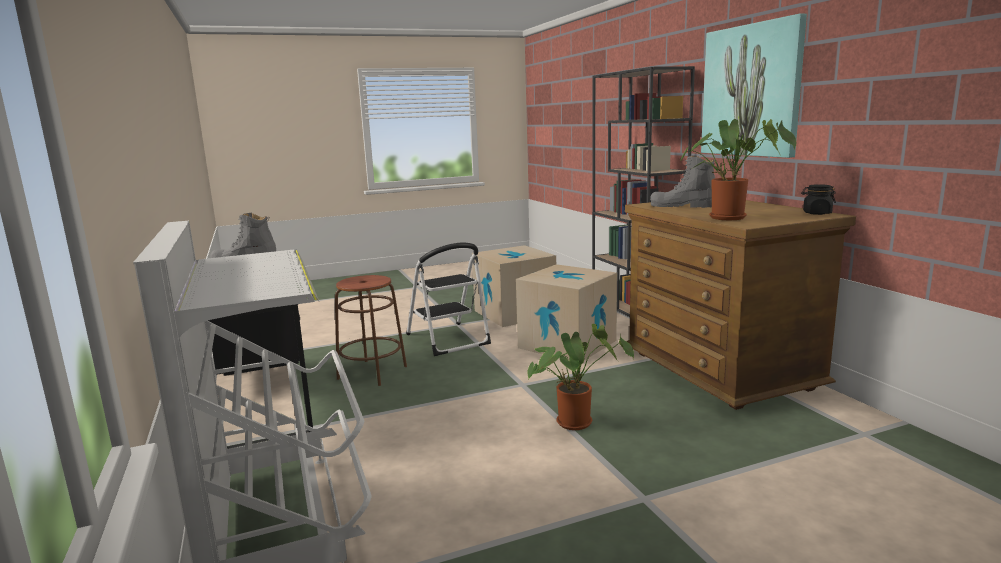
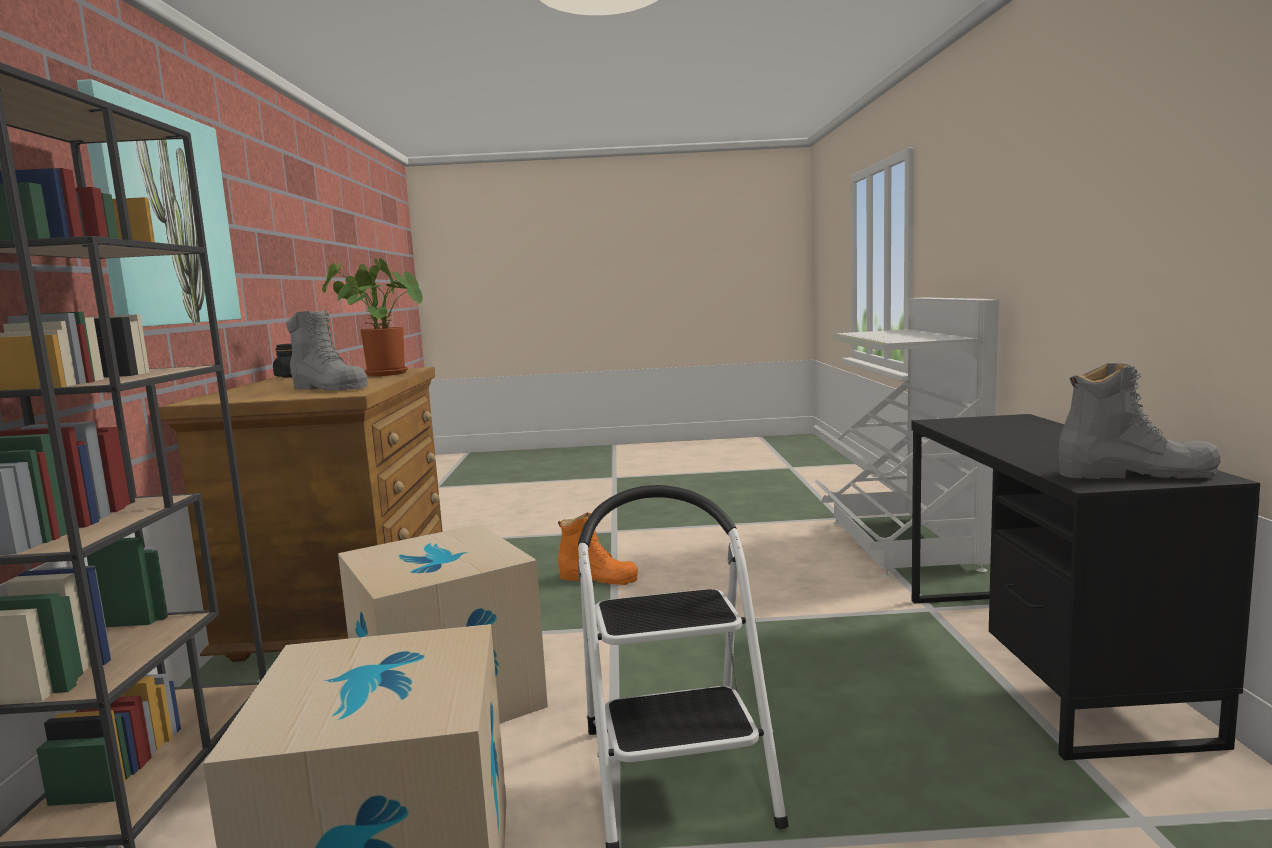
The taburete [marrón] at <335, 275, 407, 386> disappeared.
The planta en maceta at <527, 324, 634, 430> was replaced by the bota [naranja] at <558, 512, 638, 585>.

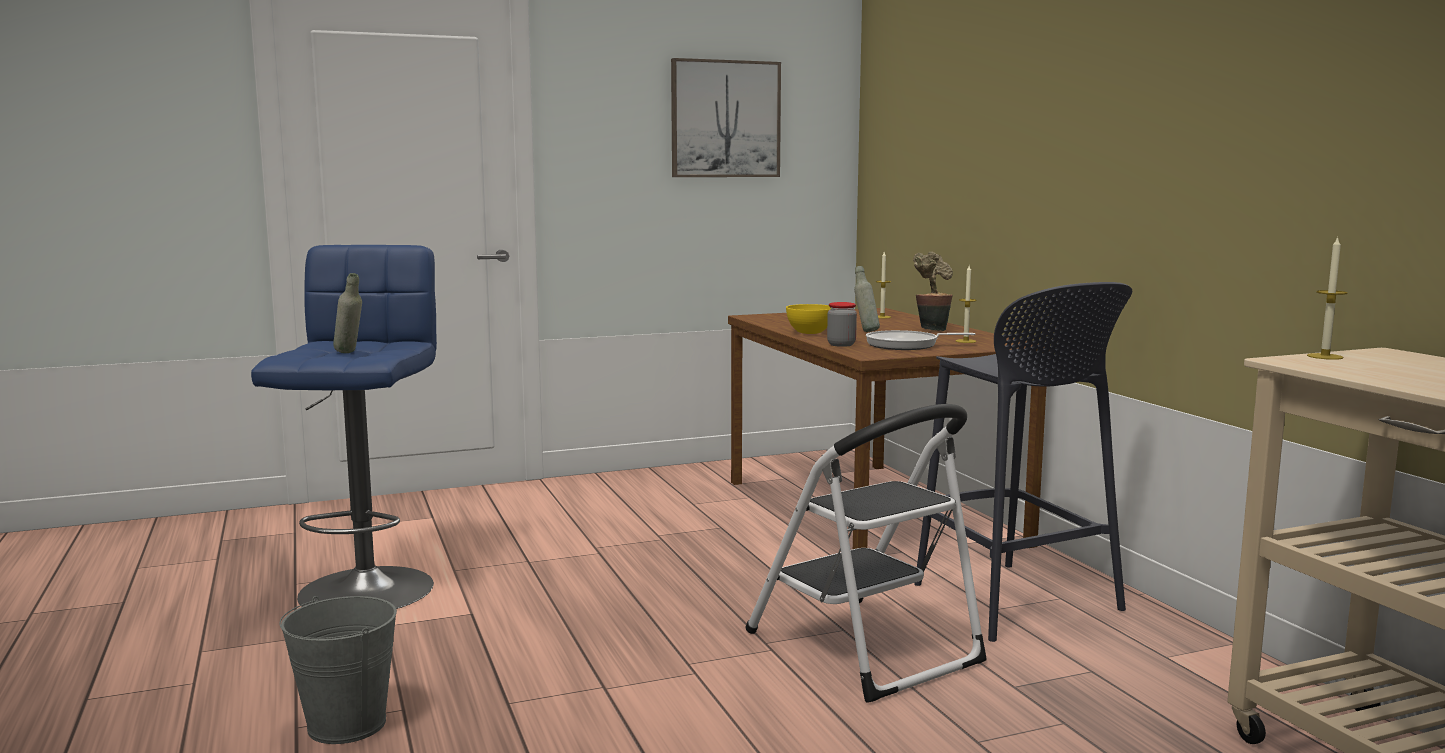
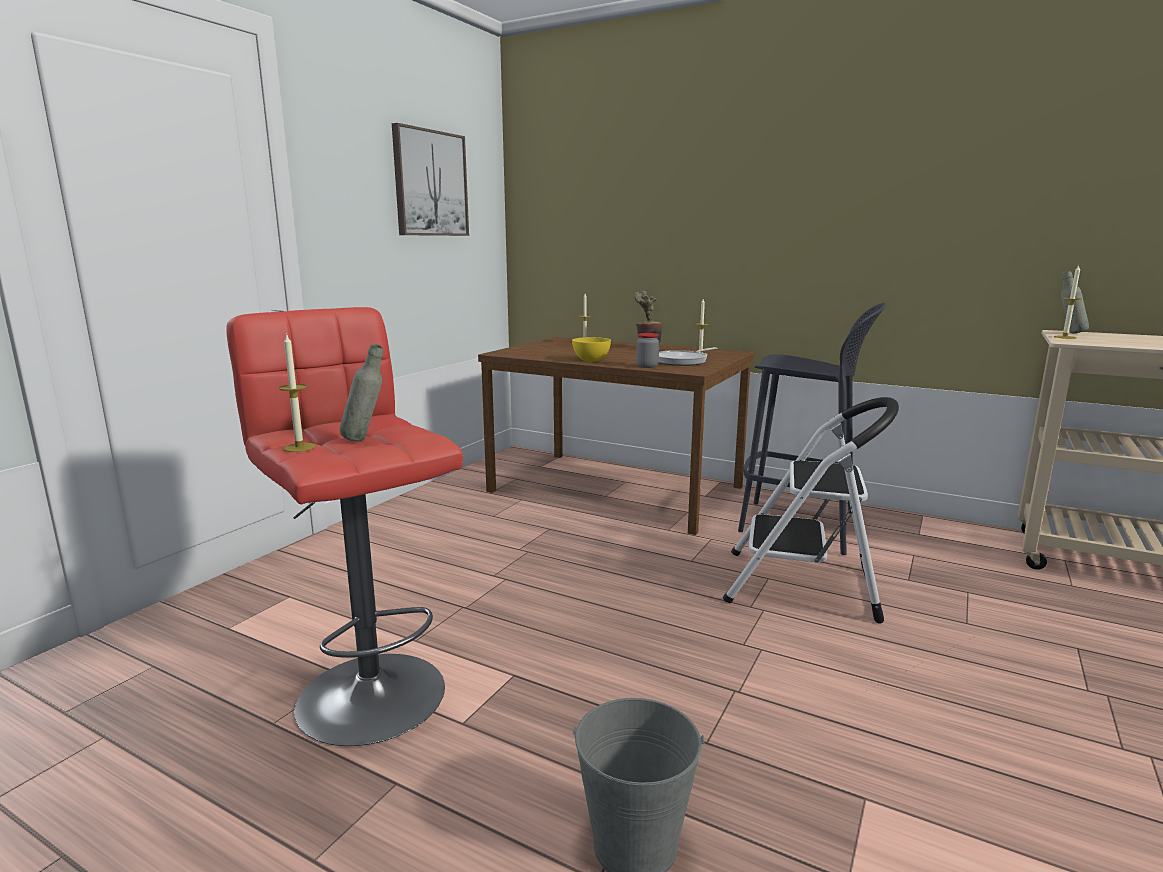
The taburete [azul] at <251, 245, 437, 609> became the taburete [rojo] at <226, 307, 463, 746>.
The botella [gris] moved from <854, 266, 880, 332> to <1061, 271, 1089, 334>.
The vela at <279, 333, 316, 452> appeared.

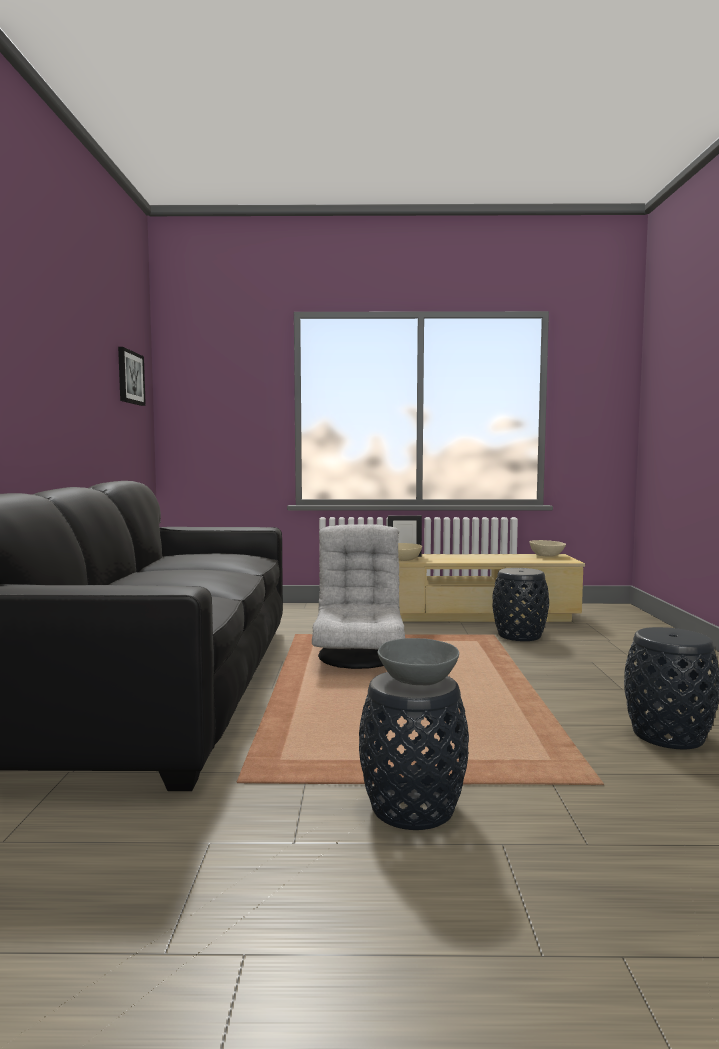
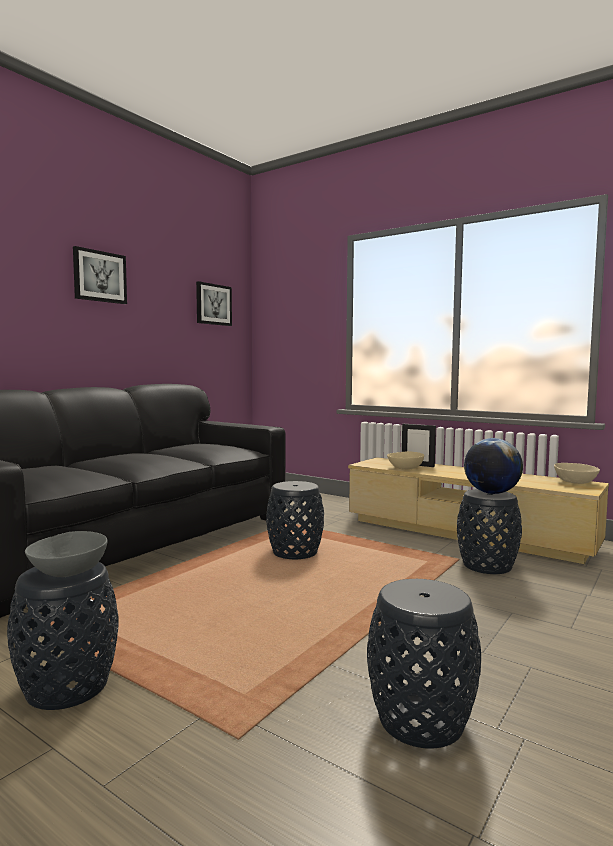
The sillón [gris] at <312, 524, 405, 669> was replaced by the taburete [negro] at <266, 481, 324, 559>.
The cuadro at <73, 246, 127, 304> appeared.
The globo terráqueo at <464, 438, 523, 494> appeared.

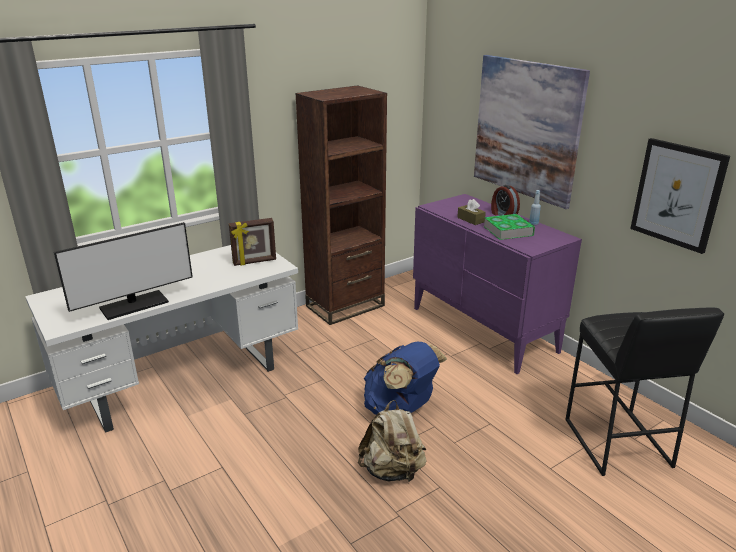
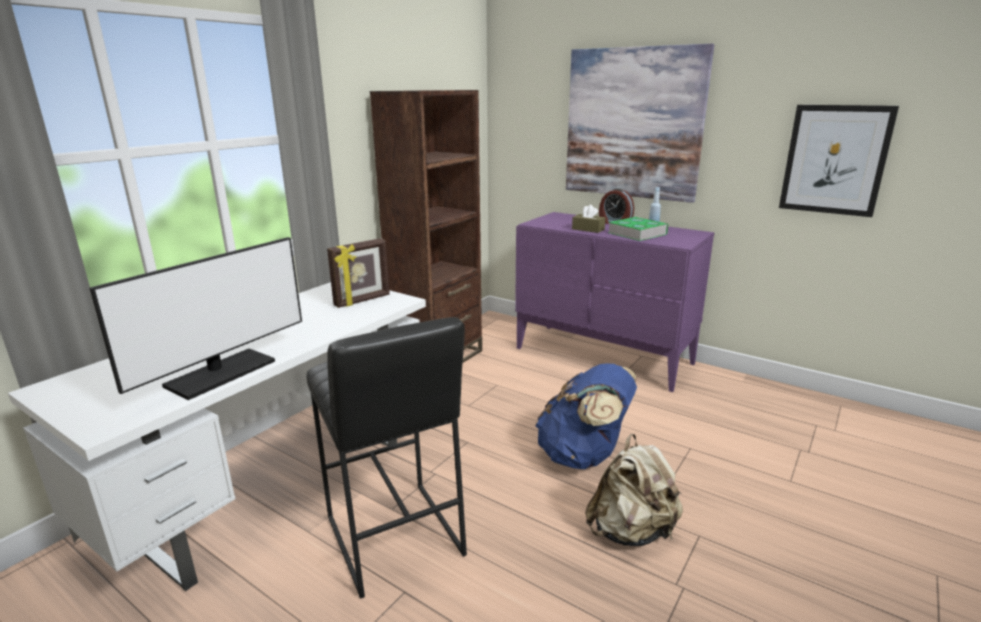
The taburete [negro] moved from <565, 308, 724, 476> to <306, 317, 467, 599>.

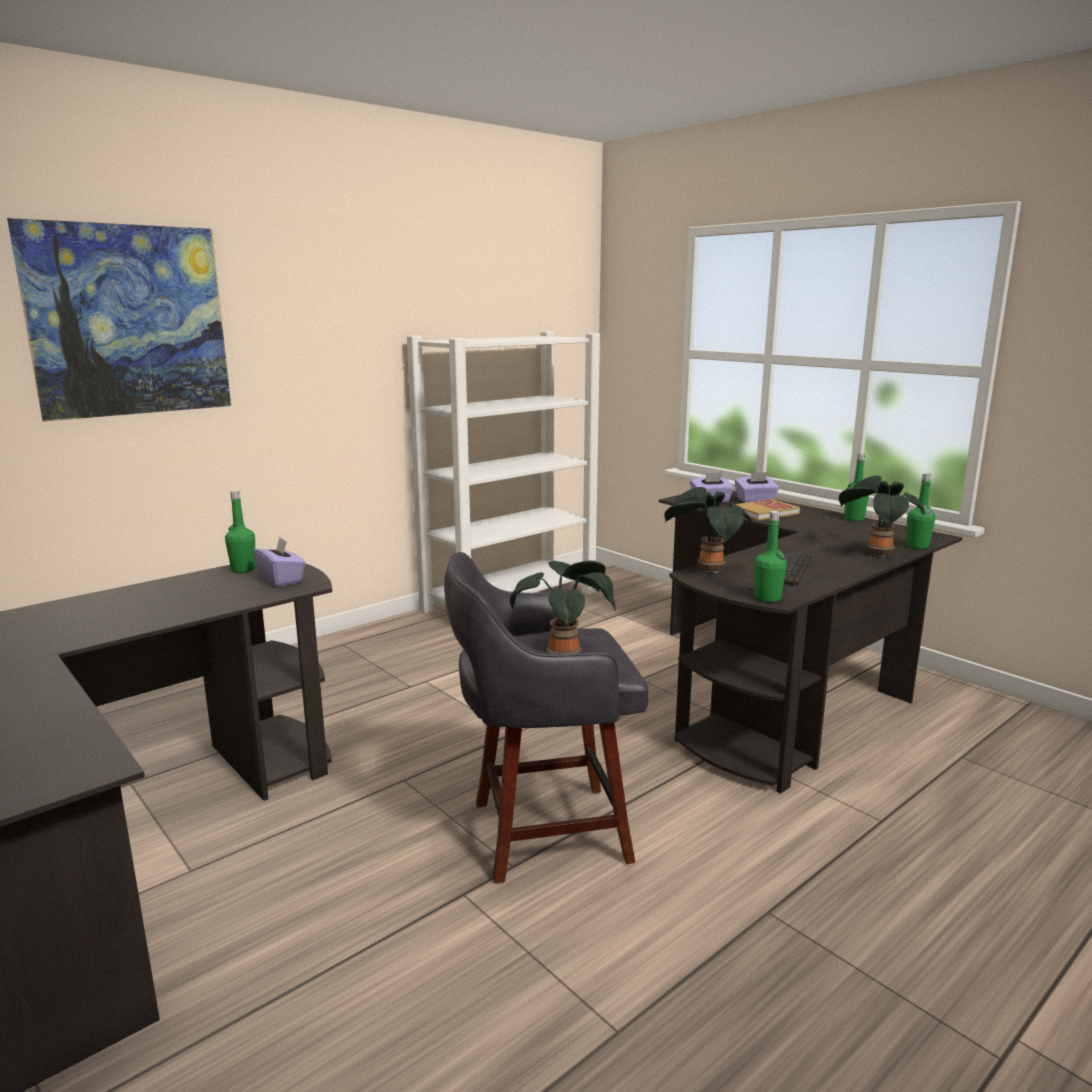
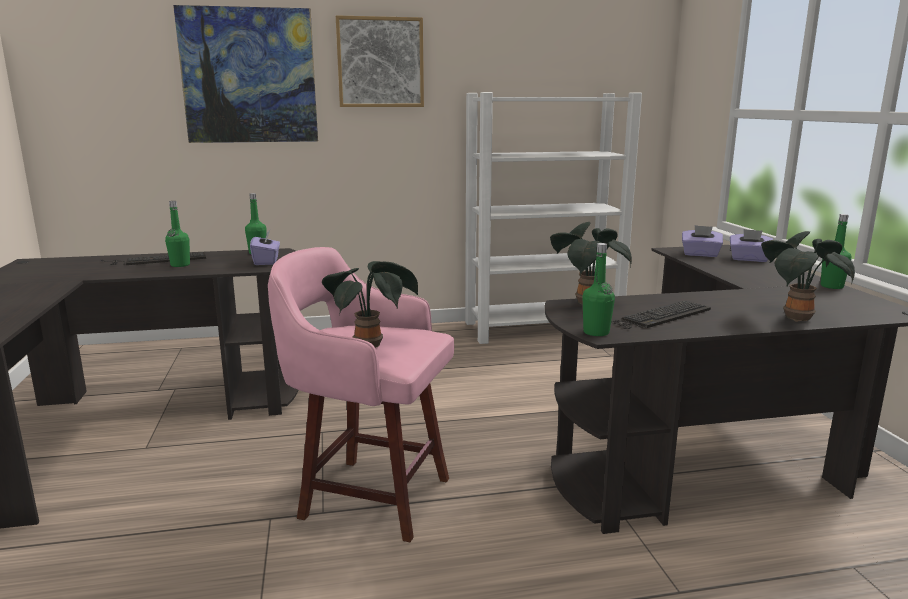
The taburete [gris] at <444, 552, 648, 883> became the taburete [rosa] at <268, 247, 454, 542>.
The libro at <736, 499, 800, 521> disappeared.
The botella [verde] moved from <906, 473, 935, 549> to <165, 201, 190, 267>.
The teclado at <101, 252, 206, 265> appeared.
The cuadro at <336, 15, 424, 107> appeared.

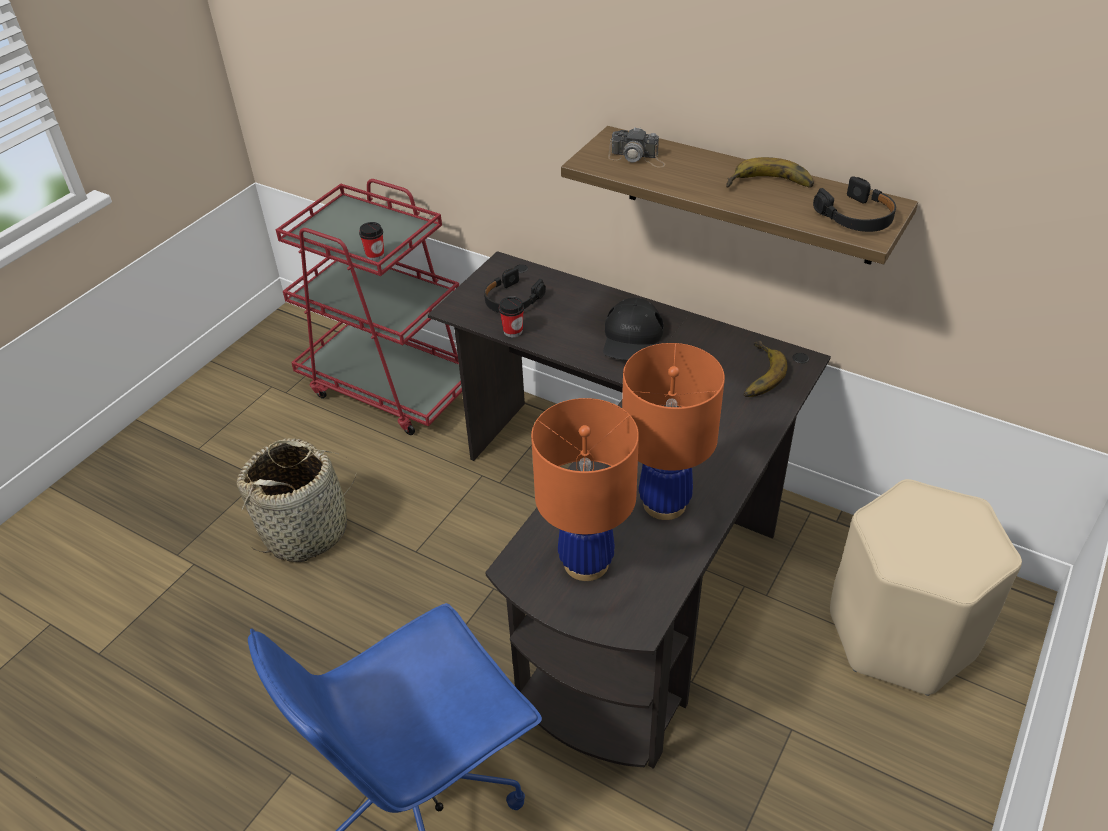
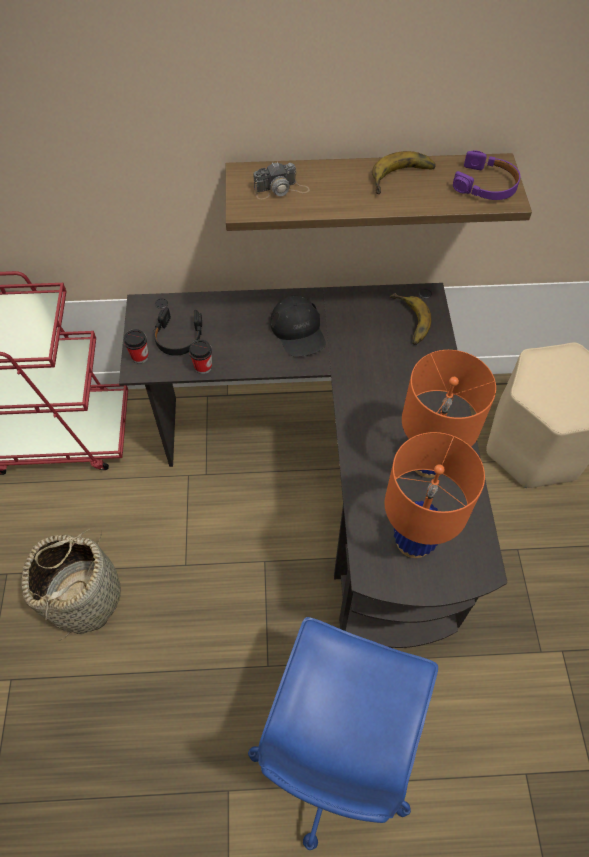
The taza moved from <359, 222, 384, 261> to <124, 329, 149, 364>.
The auriculares [negro] at <813, 176, 896, 232> became the auriculares [morado] at <453, 150, 520, 200>.

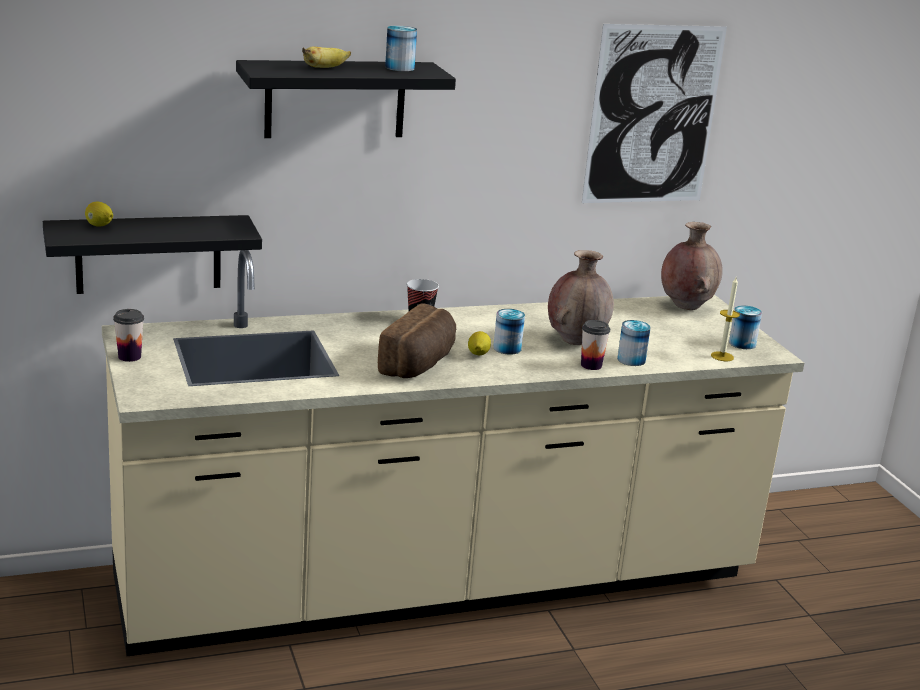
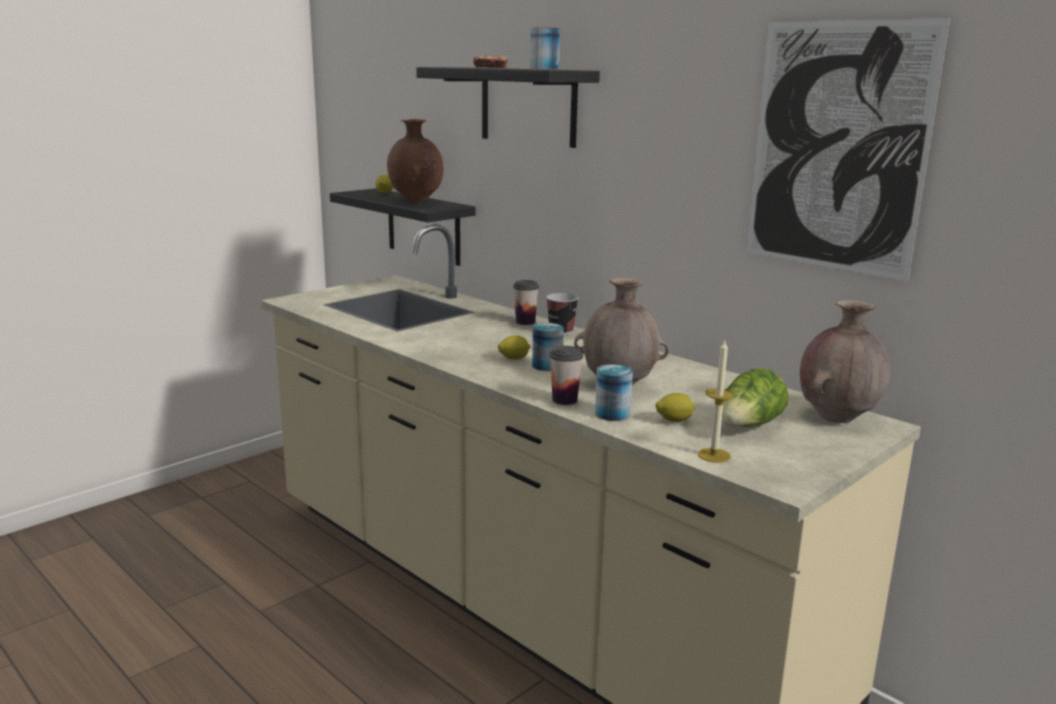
The taza moved from <113, 309, 144, 362> to <513, 280, 539, 325>.
The plátano at <302, 46, 351, 68> was replaced by the rosquilla at <473, 55, 508, 68>.
The pan at <378, 303, 456, 378> disappeared.
The lata at <729, 306, 762, 349> disappeared.
The florero [marrón] at <387, 119, 444, 202> appeared.
The limón at <656, 393, 695, 422> appeared.
The lechuga at <722, 368, 789, 427> appeared.

